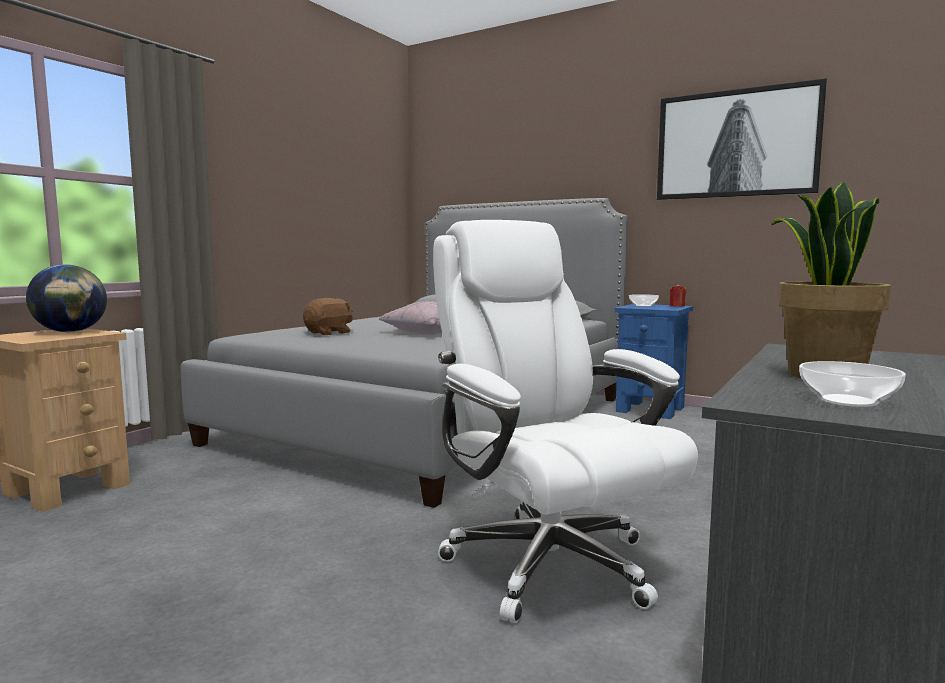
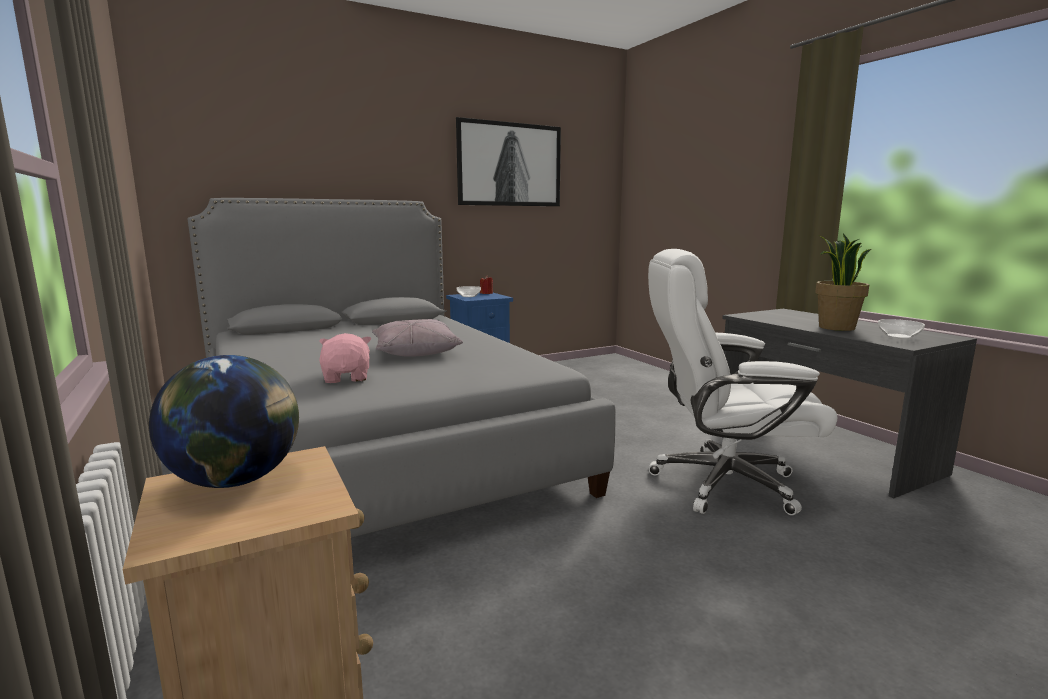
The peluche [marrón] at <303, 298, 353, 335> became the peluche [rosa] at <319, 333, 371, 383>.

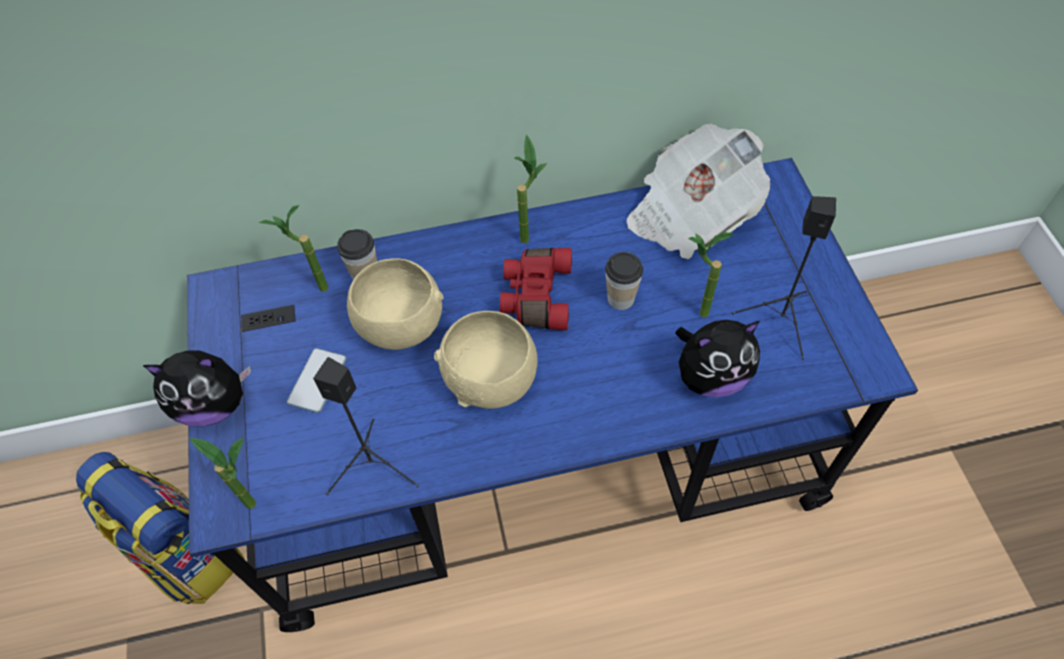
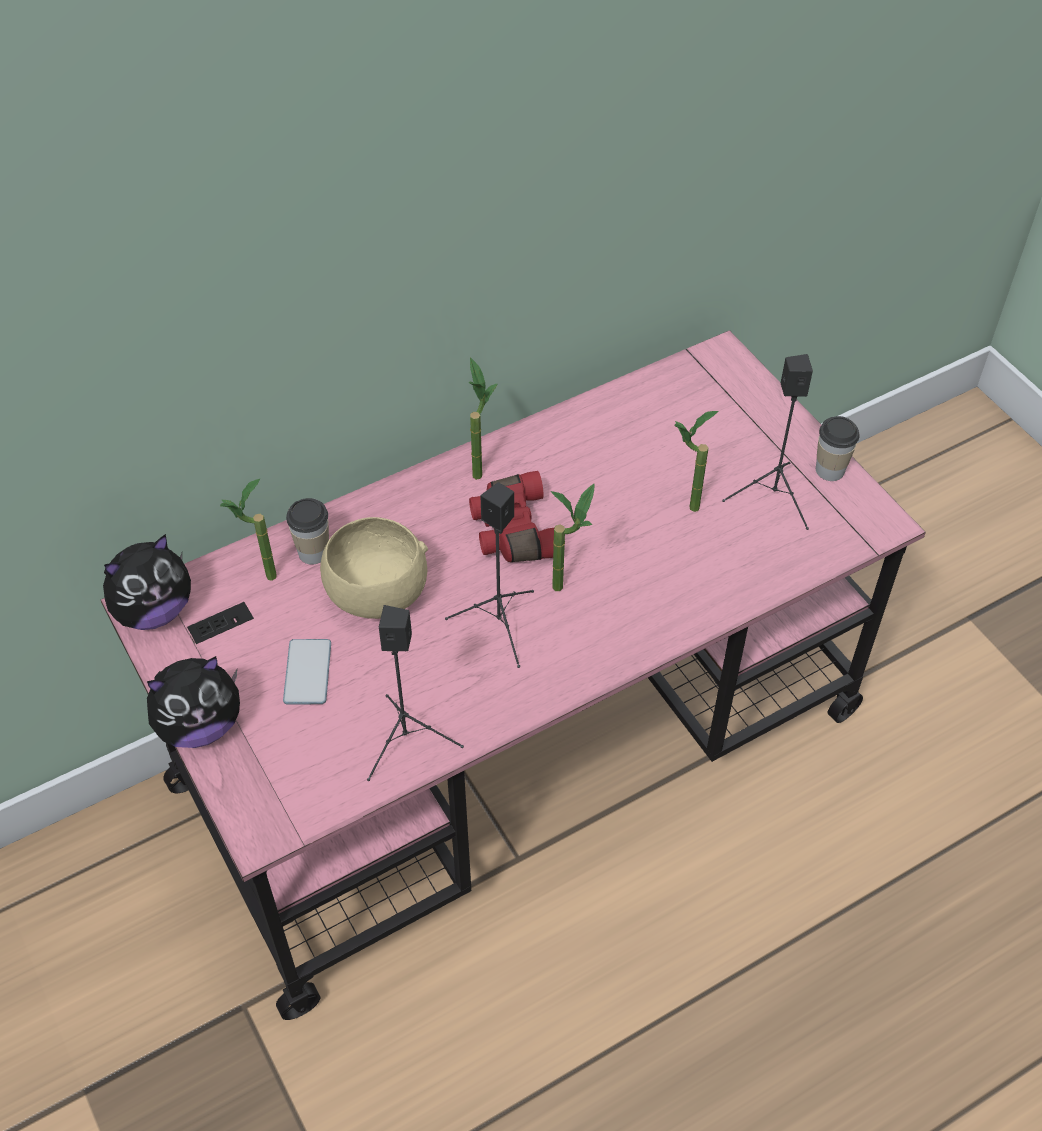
The mochila at <76, 452, 244, 604> disappeared.
The escritorio [azul] at <187, 158, 918, 632> became the escritorio [rosa] at <101, 330, 926, 1020>.
The planta en maceta moved from <189, 438, 256, 509> to <551, 483, 595, 591>.
The cuenco [beis] at <434, 311, 538, 409> was replaced by the altavoz [negro] at <445, 482, 534, 668>.
The taza moved from <605, 252, 643, 310> to <816, 416, 860, 481>.
The periódico at <627, 124, 770, 259> disappeared.
The peluche moved from <675, 320, 760, 398> to <103, 534, 191, 630>.

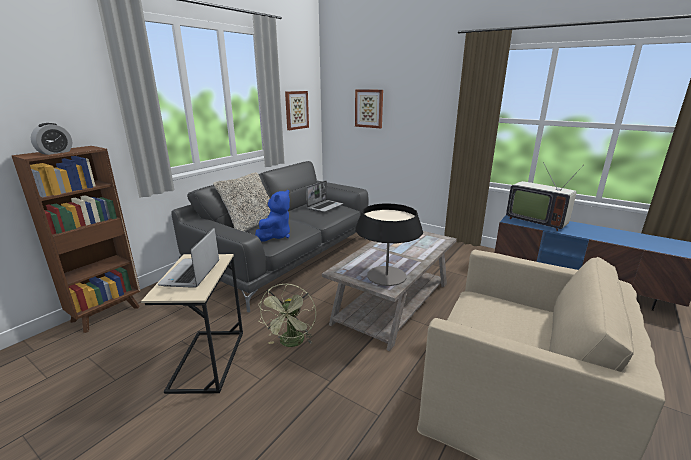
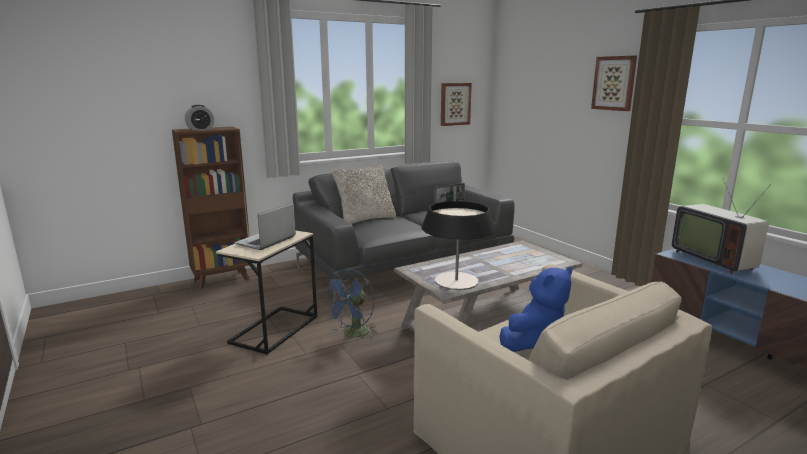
The peluche [azul] moved from <255, 190, 290, 242> to <499, 267, 572, 352>.
The ventilador [verde] at <258, 284, 316, 347> became the ventilador [azul] at <322, 269, 378, 339>.
The cuadro moved from <355, 89, 383, 128> to <591, 56, 637, 111>.

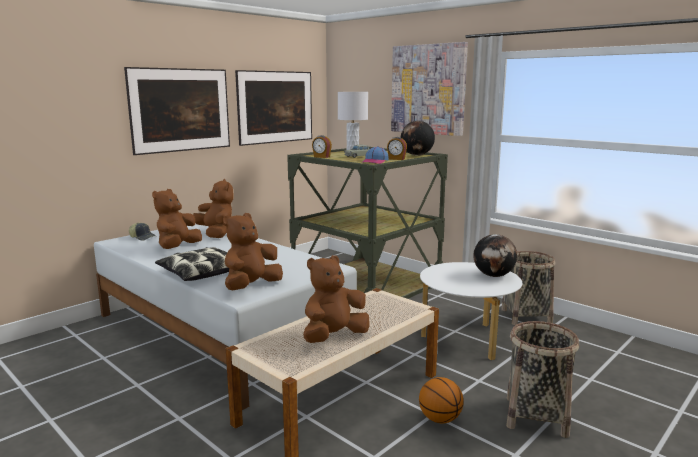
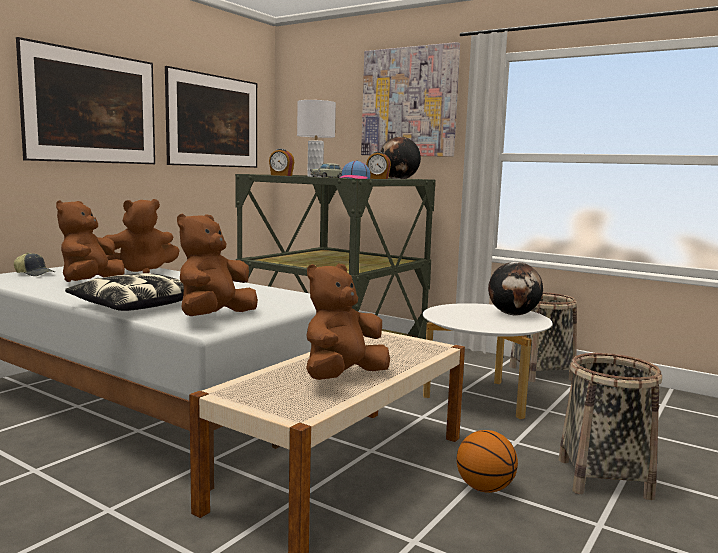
The peluche [marrón] at <193, 179, 234, 238> turned 105 degrees clockwise.

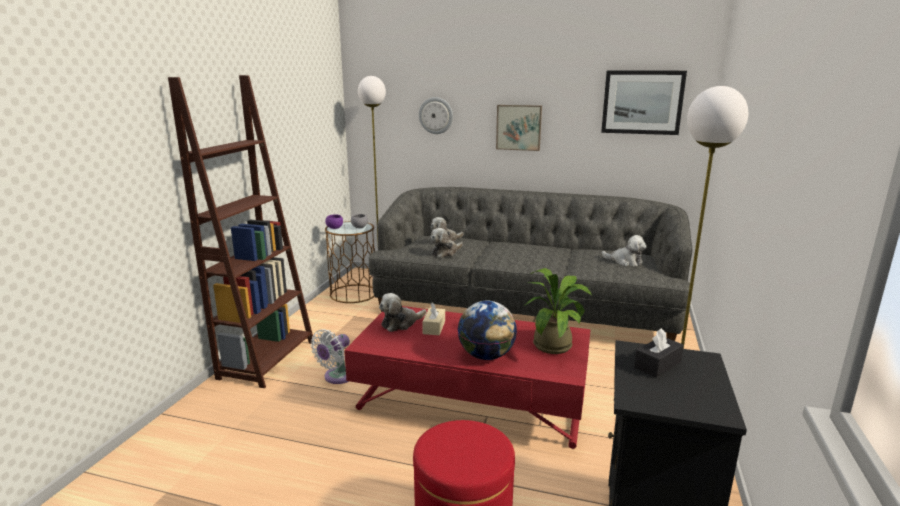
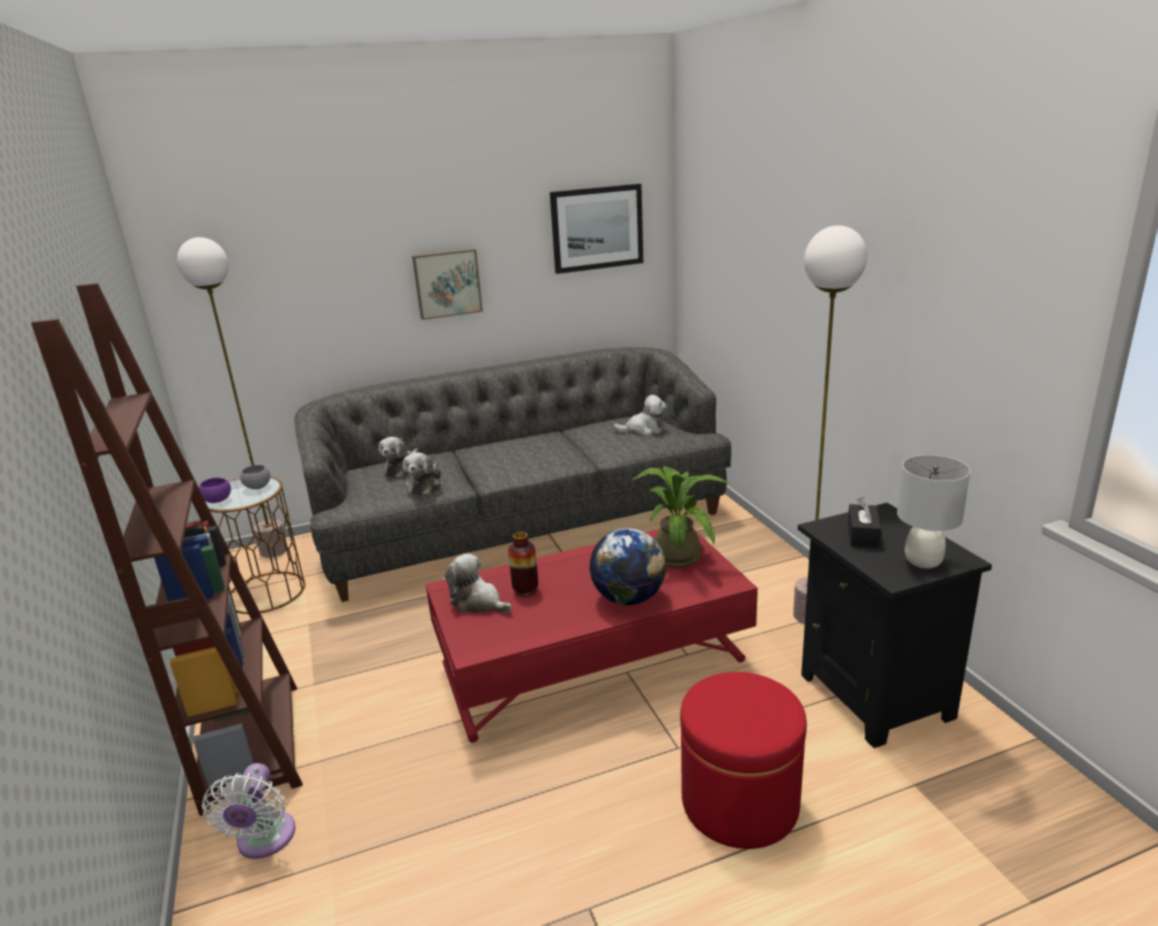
The ventilador [blanco] moved from <311, 329, 350, 384> to <202, 763, 296, 859>.
The peluche at <379, 293, 426, 332> turned 105 degrees clockwise.
The reloj de pared at <419, 97, 453, 134> disappeared.
The caja de pañuelos [beis] at <422, 302, 445, 335> was replaced by the florero at <508, 532, 538, 597>.
The lámpara de mesa [gris] at <897, 455, 970, 569> appeared.

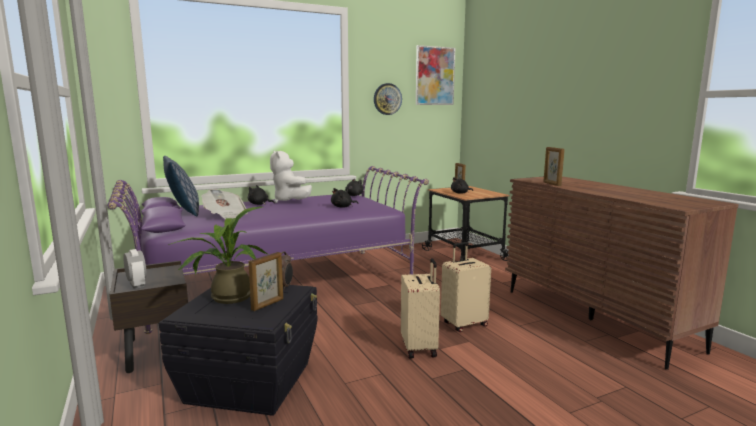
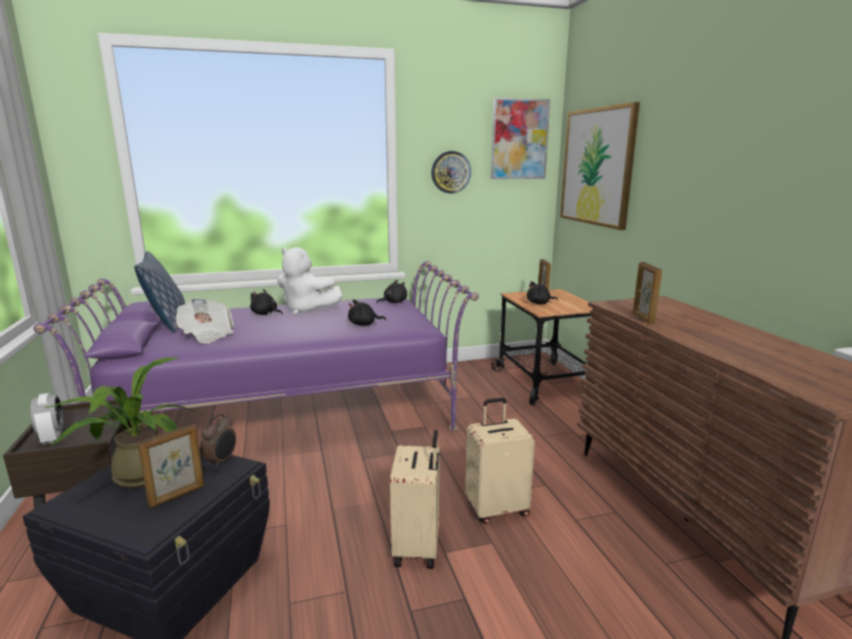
The peluche [blanco] at <270, 151, 312, 203> turned 45 degrees counterclockwise.
The cuadro at <560, 102, 640, 230> appeared.

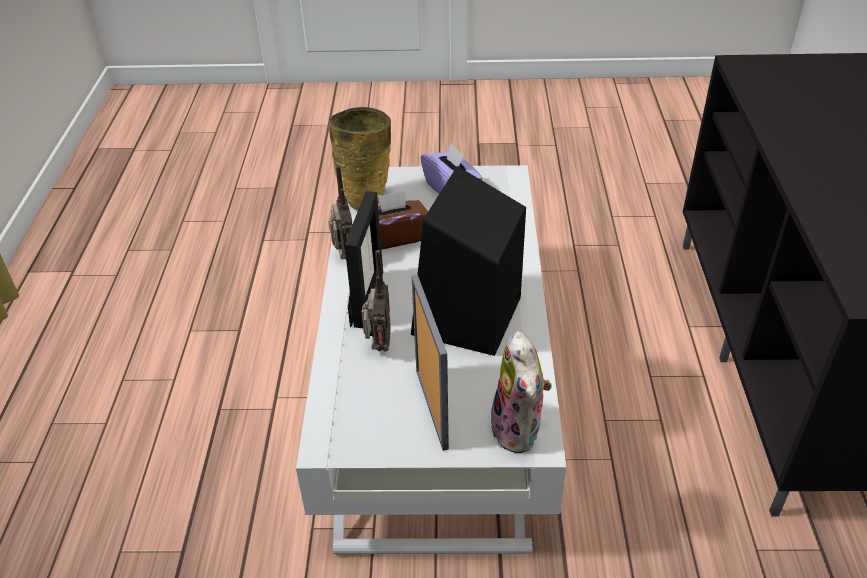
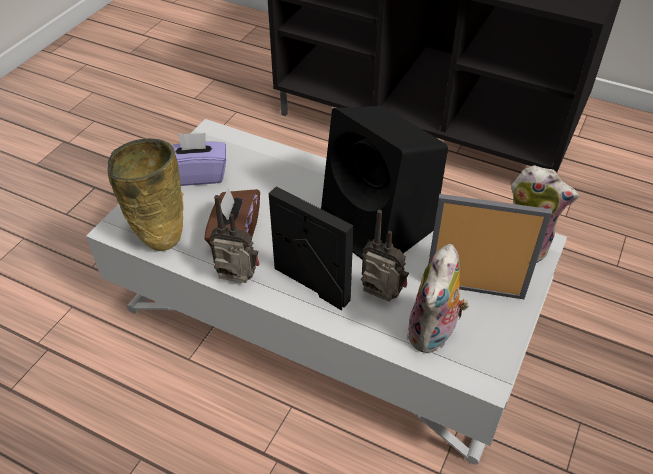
The peluche at <407, 244, 469, 354> appeared.

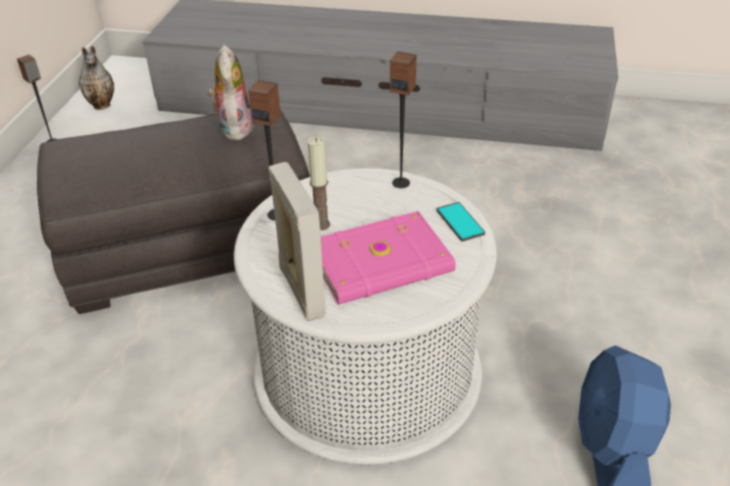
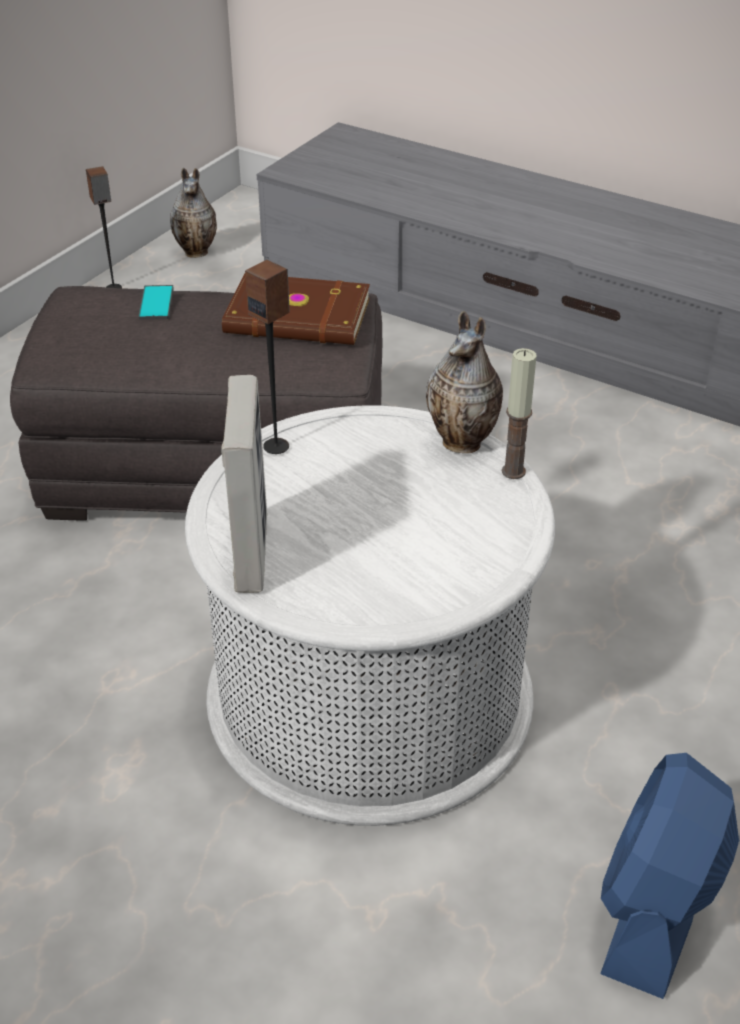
The peluche at <208, 44, 254, 141> was replaced by the libro [marrón] at <222, 273, 370, 345>.
The vela moved from <308, 137, 330, 230> to <502, 348, 537, 479>.
The libro [rosa] at <321, 211, 456, 305> disappeared.
The altavoz at <390, 51, 417, 188> was replaced by the florero at <426, 311, 503, 453>.
The móvil moved from <436, 202, 485, 242> to <138, 285, 174, 320>.

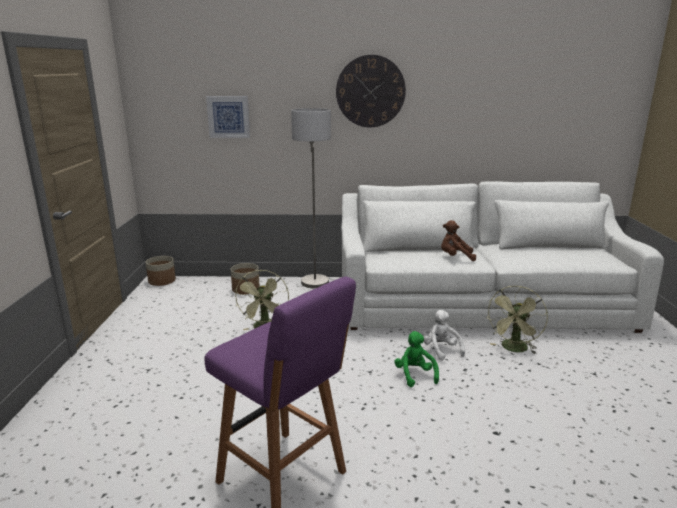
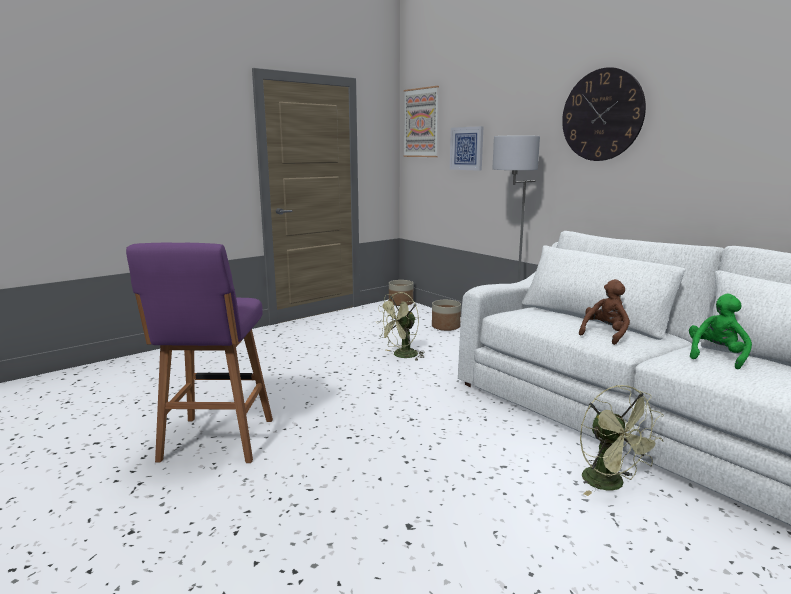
The peluche [verde] moved from <394, 331, 439, 387> to <689, 294, 752, 369>.
The peluche [blanco] at <424, 310, 465, 361> disappeared.
The peluche [marrón] at <441, 220, 476, 261> turned 75 degrees clockwise.
The ventilador [verde] at <486, 286, 548, 354> turned 105 degrees counterclockwise.
The cuadro at <403, 86, 439, 157> appeared.

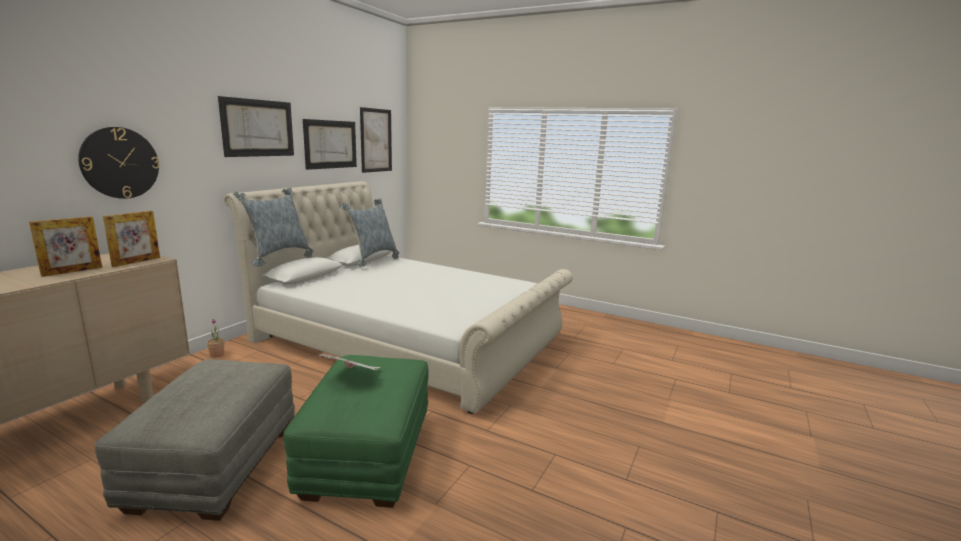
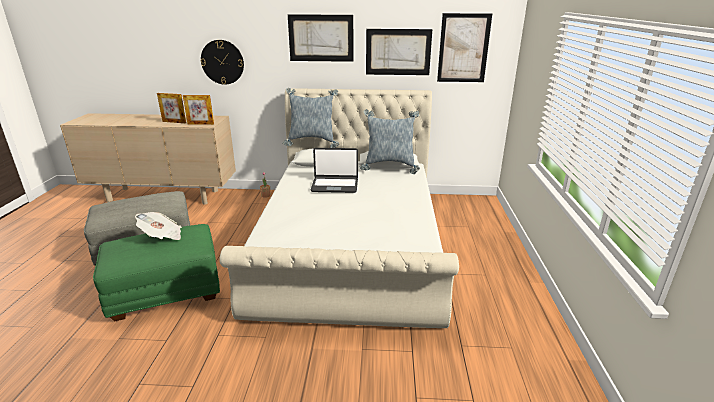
The portátil at <311, 148, 358, 193> appeared.

